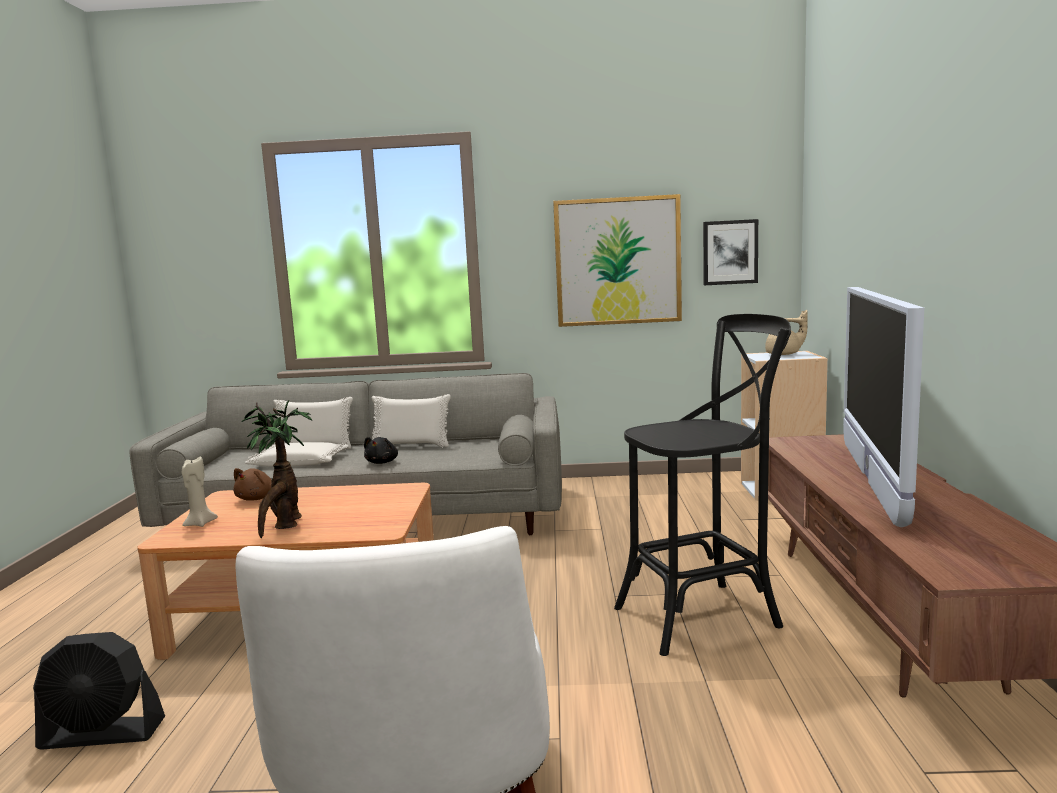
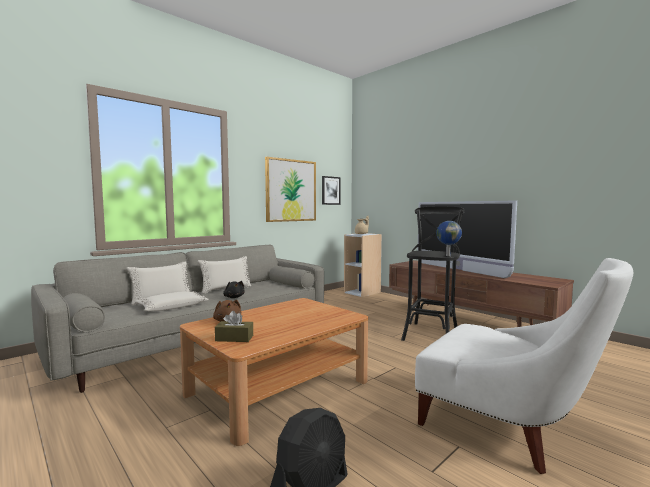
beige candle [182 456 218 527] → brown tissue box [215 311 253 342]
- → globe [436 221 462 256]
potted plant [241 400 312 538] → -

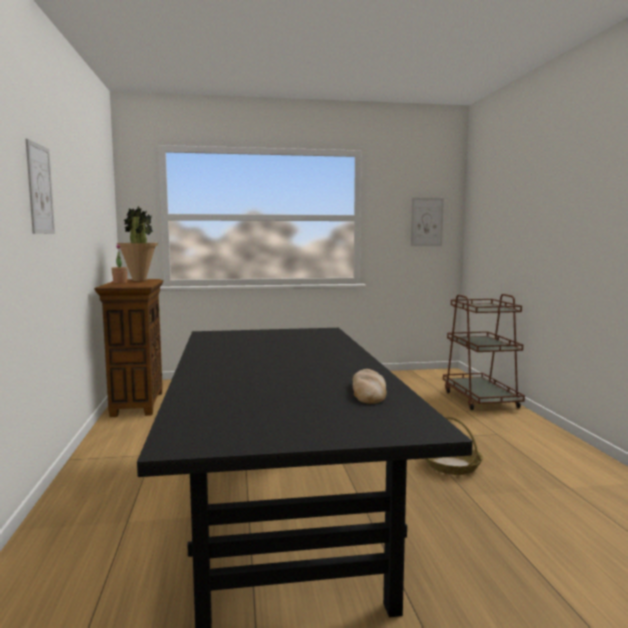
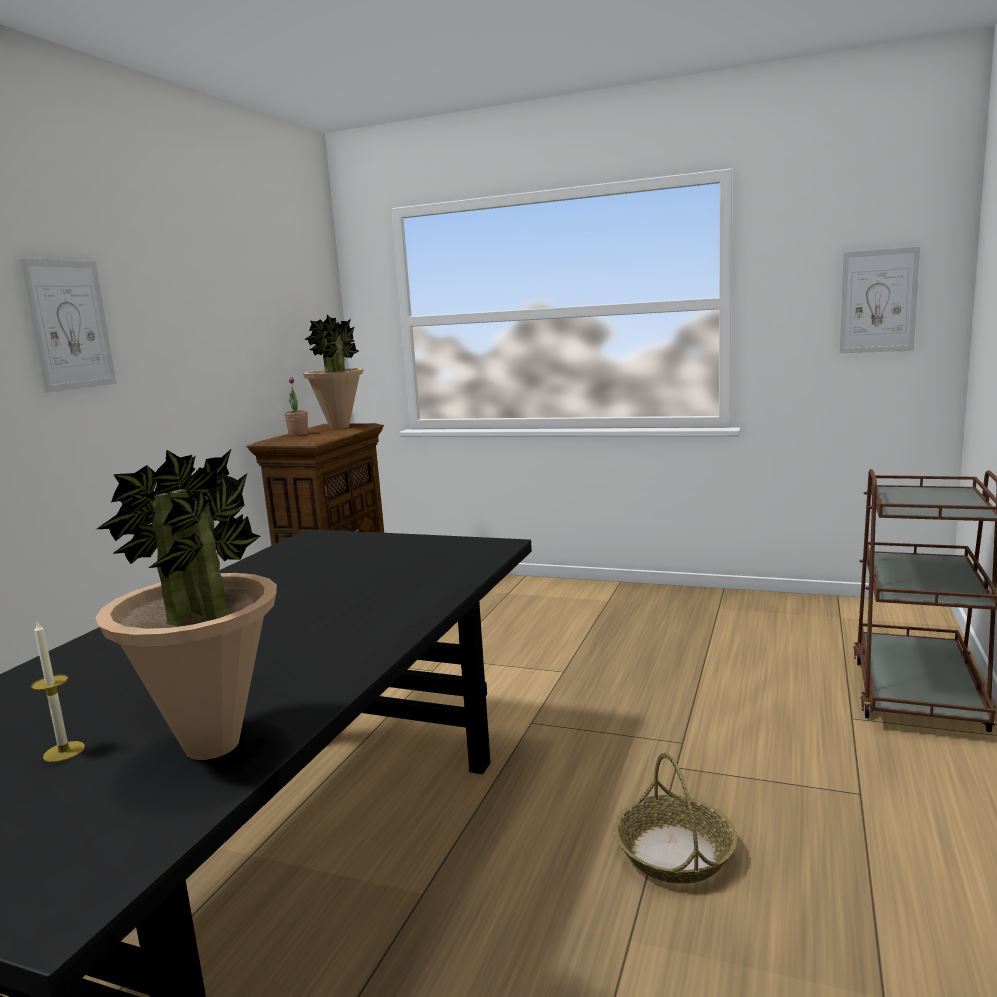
- → candle [31 621 85 762]
bread [353 369 387 404] → potted plant [95 448 277 760]

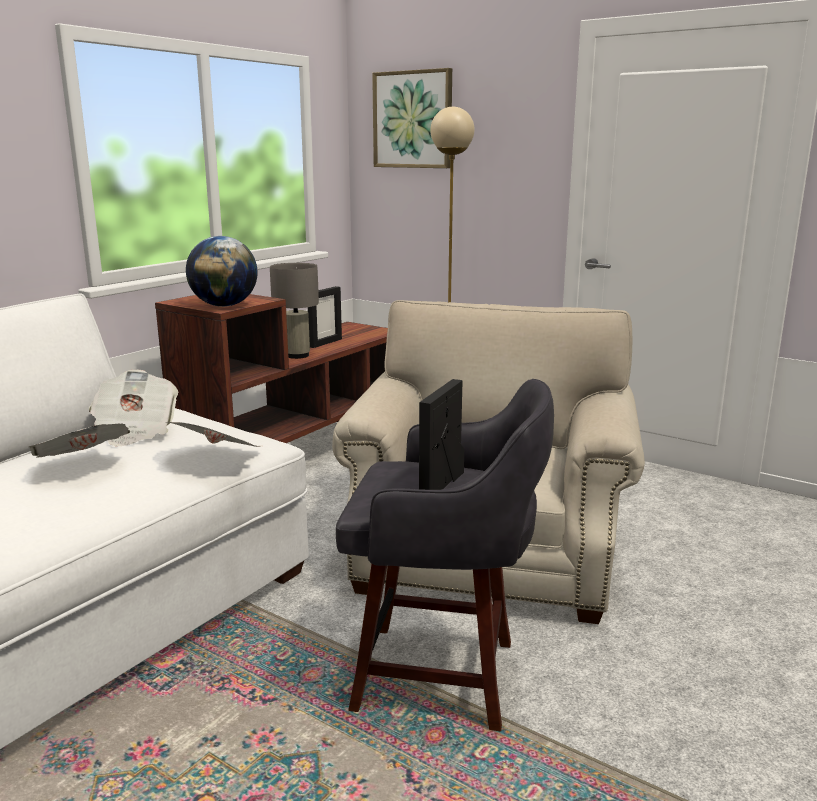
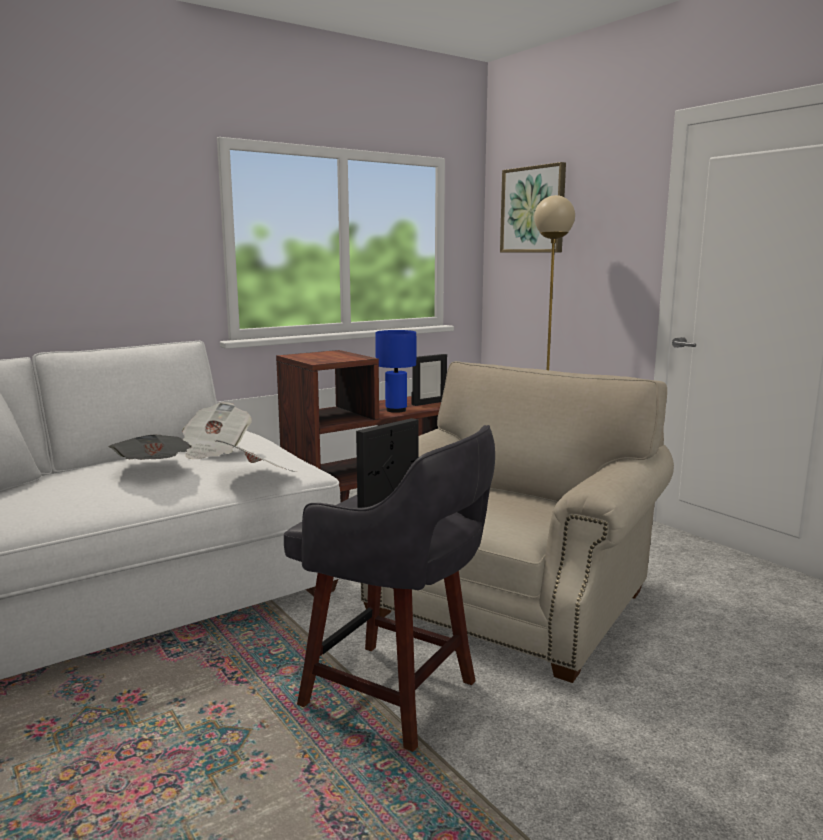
grey table lamp [270 263 319 359] → blue table lamp [375 330 416 413]
globe [186 236 258 307] → -

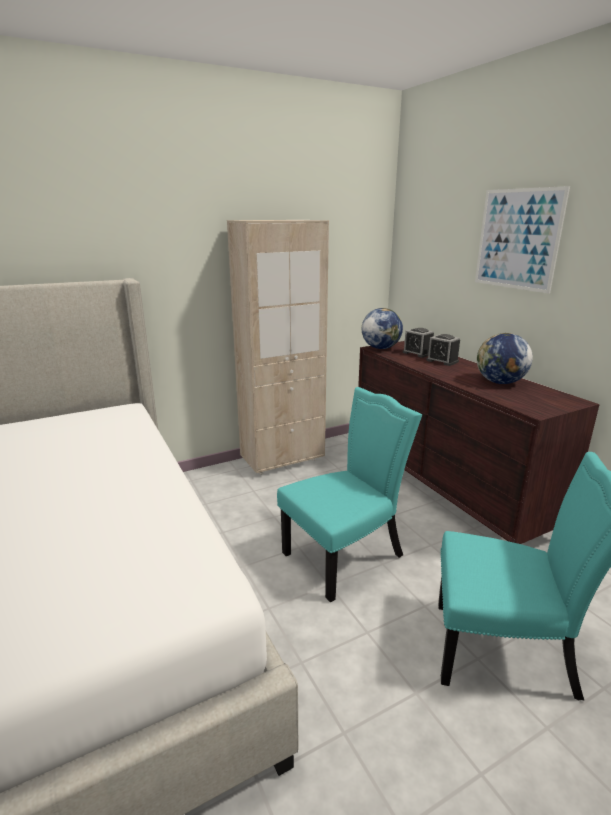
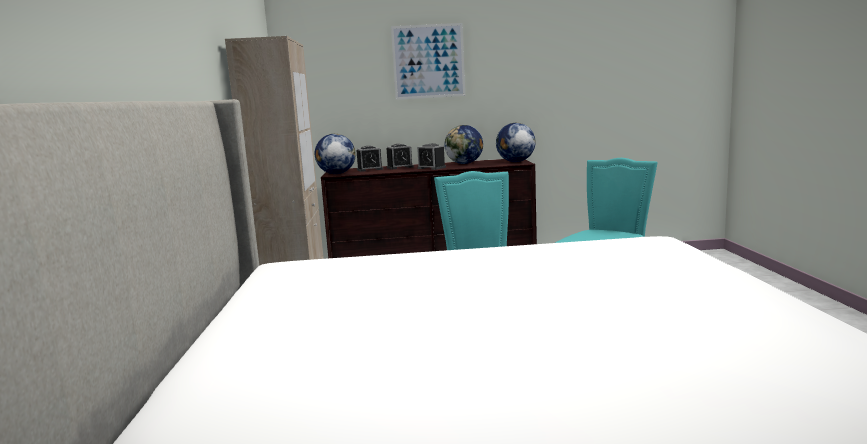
- → alarm clock [417 143 446 170]
- → globe [496 123 536 162]

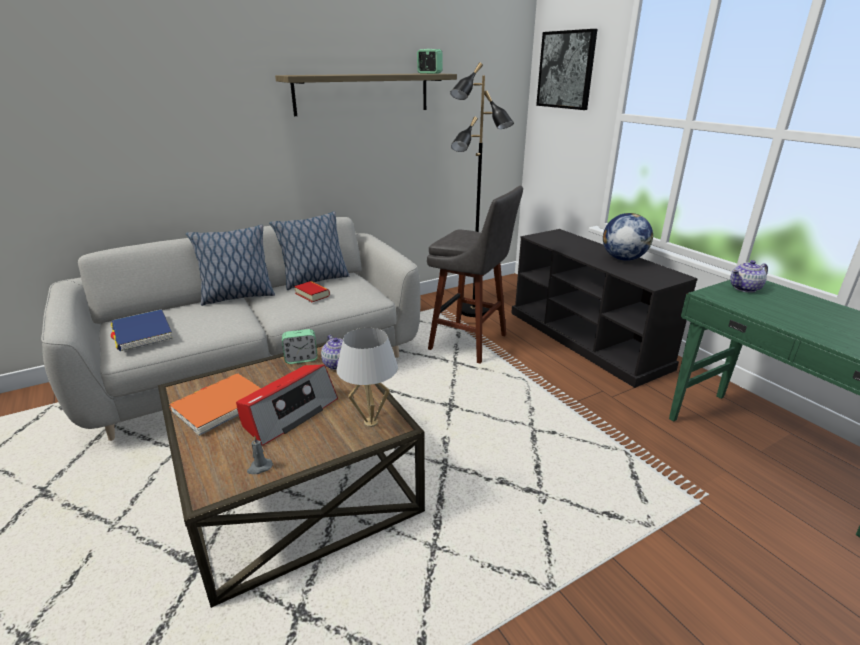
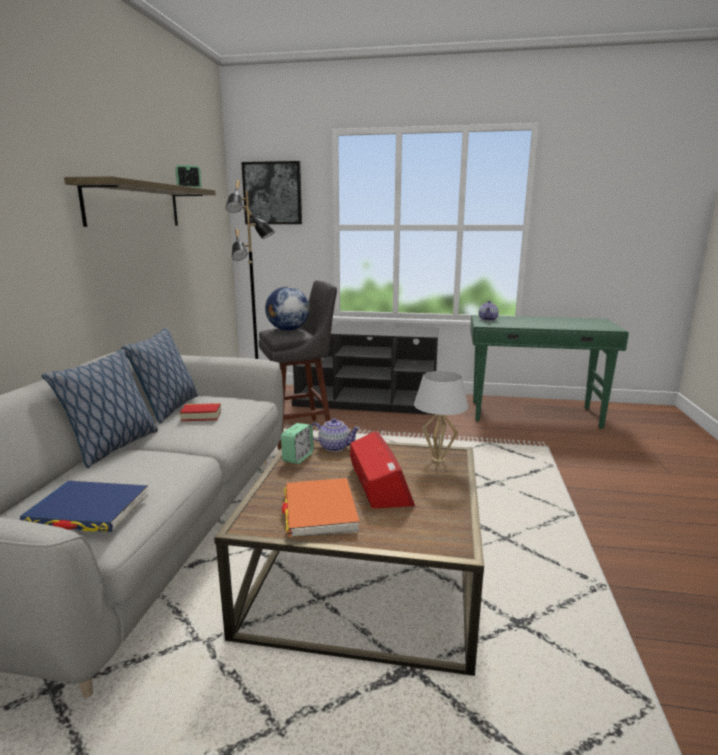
globe [603 213 653 261] → globe [265 287 309 331], moved
grey candle [247 435 273 474] → -

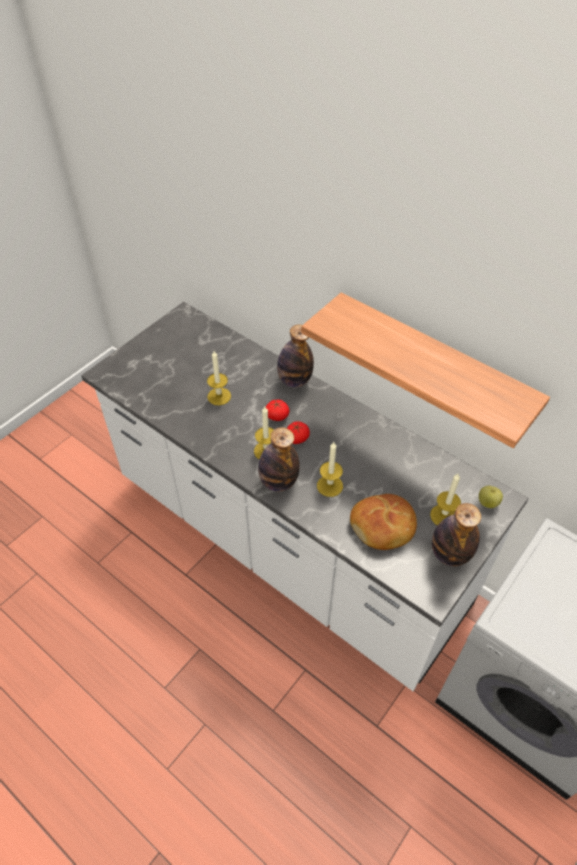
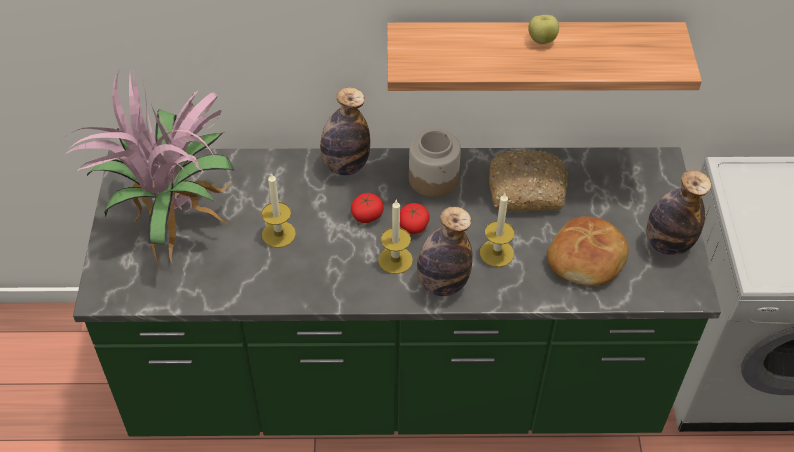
- → potted plant [60 69 235 272]
white counter [81 302 528 691] → green counter [73 147 721 437]
- → jar [409 129 461 198]
- → bread [489 149 568 212]
apple [479 486 503 508] → apple [528 15 559 44], moved
candle [430 474 461 525] → -

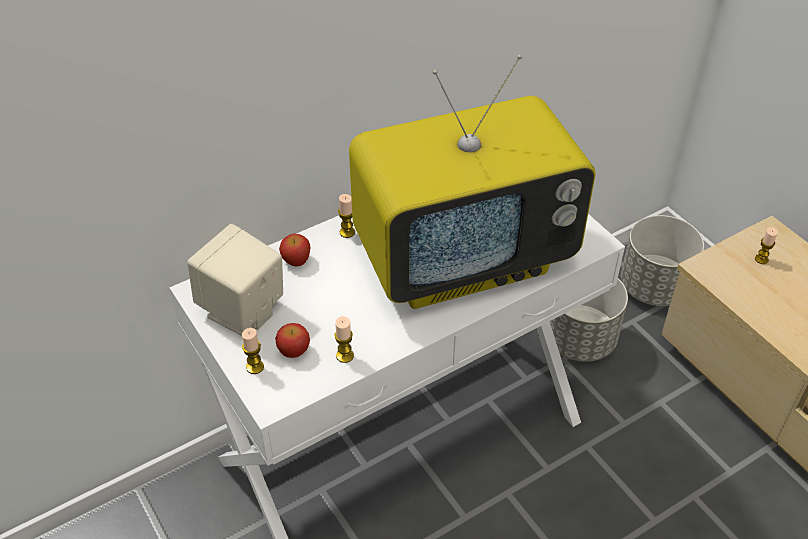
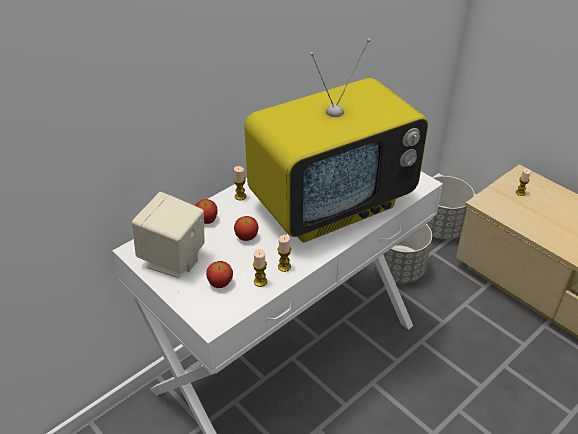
- → apple [234 216 258 241]
candle [242 328 264 374] → candle [278 235 291 272], moved

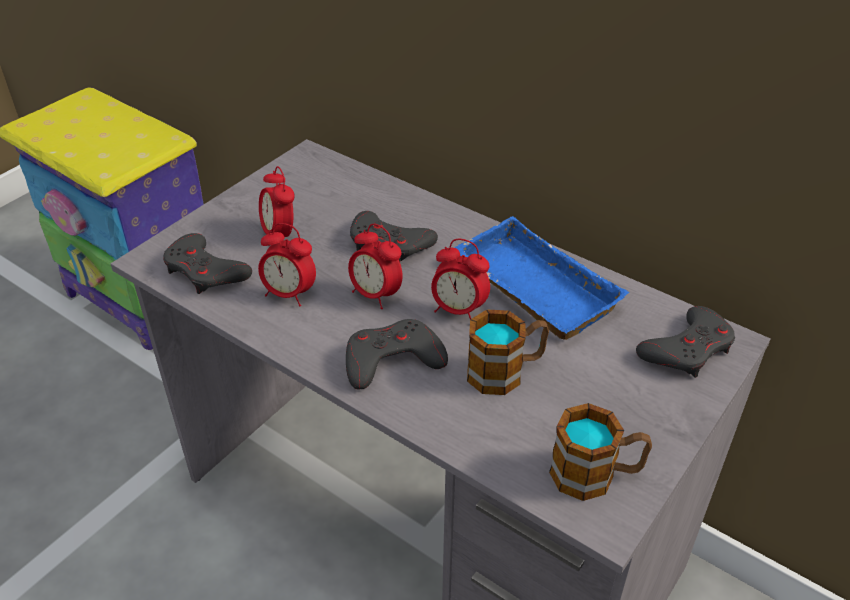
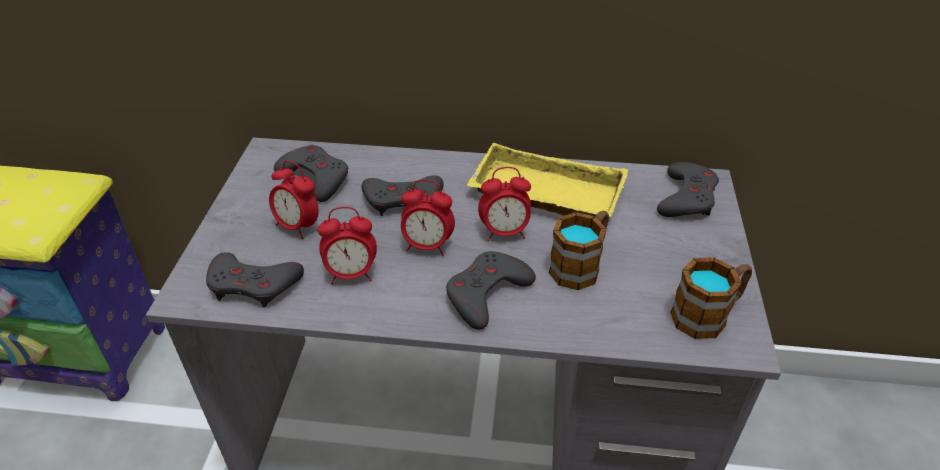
- → grey game controller [274 145 348 202]
blue tray [454 216 629 340] → yellow tray [467 143 628 217]

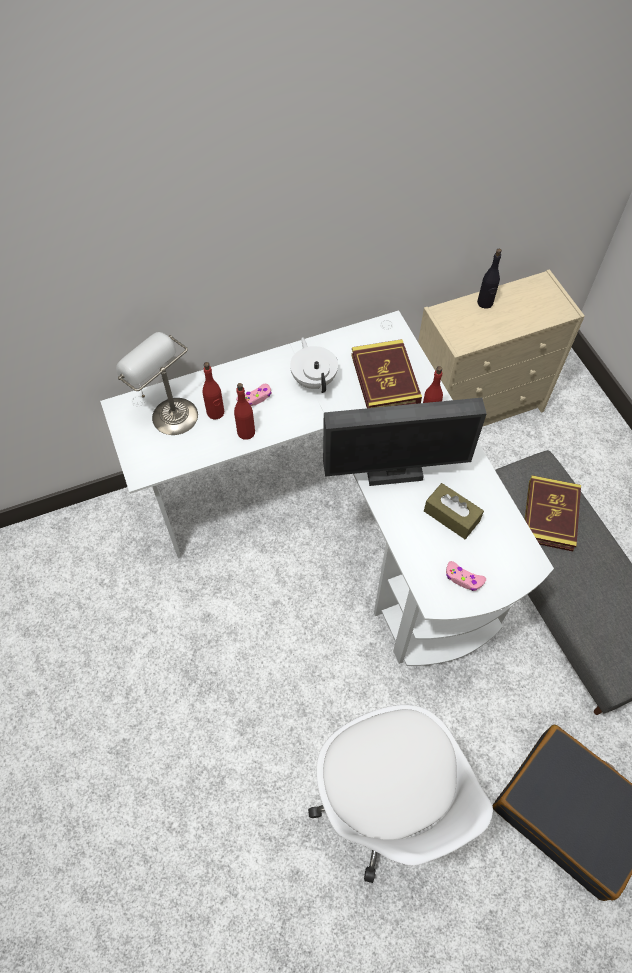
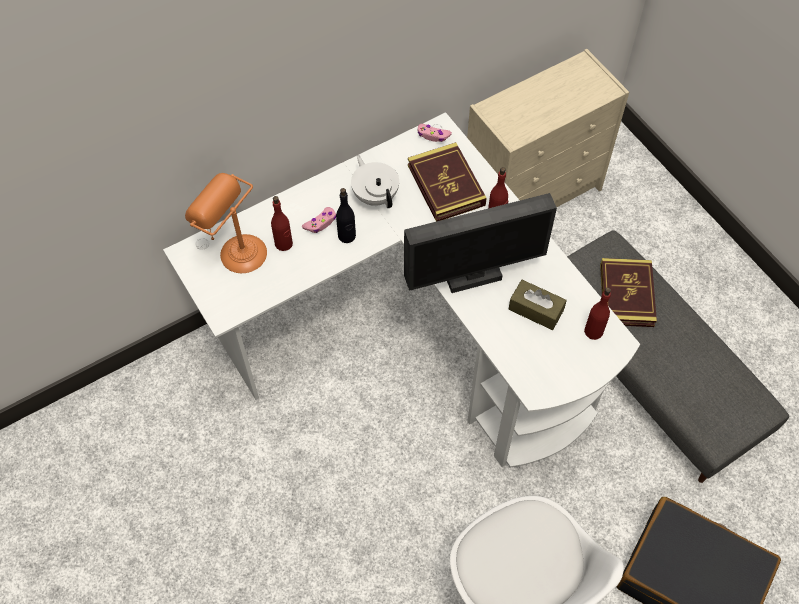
white table lamp [116 332 198 435] → orange table lamp [185 173 267 273]
black bottle [477 249 502 308] → black bottle [336 188 356 243], moved
pink game controller [446 561 486 591] → pink game controller [418 124 452 142], moved
red bottle [234 383 255 440] → red bottle [584 288 611 340], moved

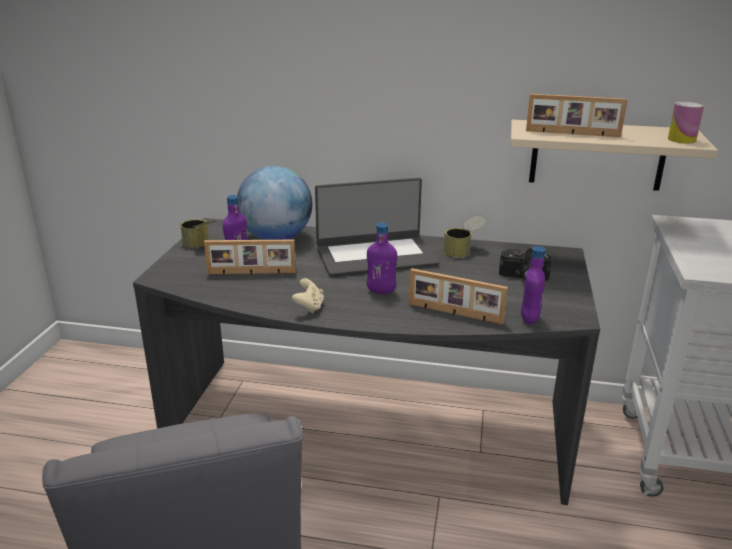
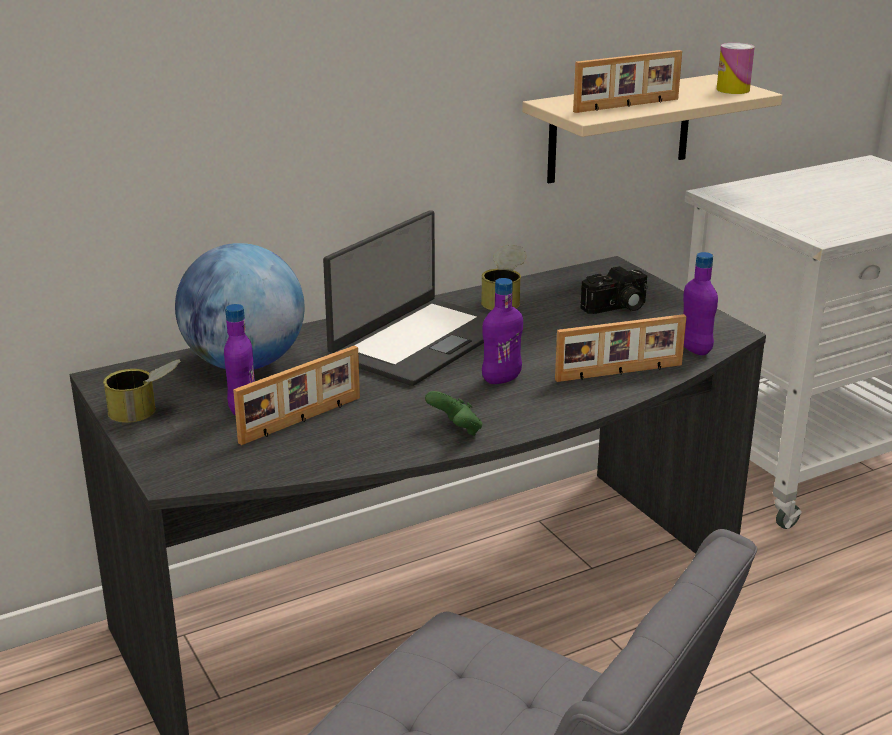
beige game controller [292 278 324 314] → green game controller [425 391 482 436]

